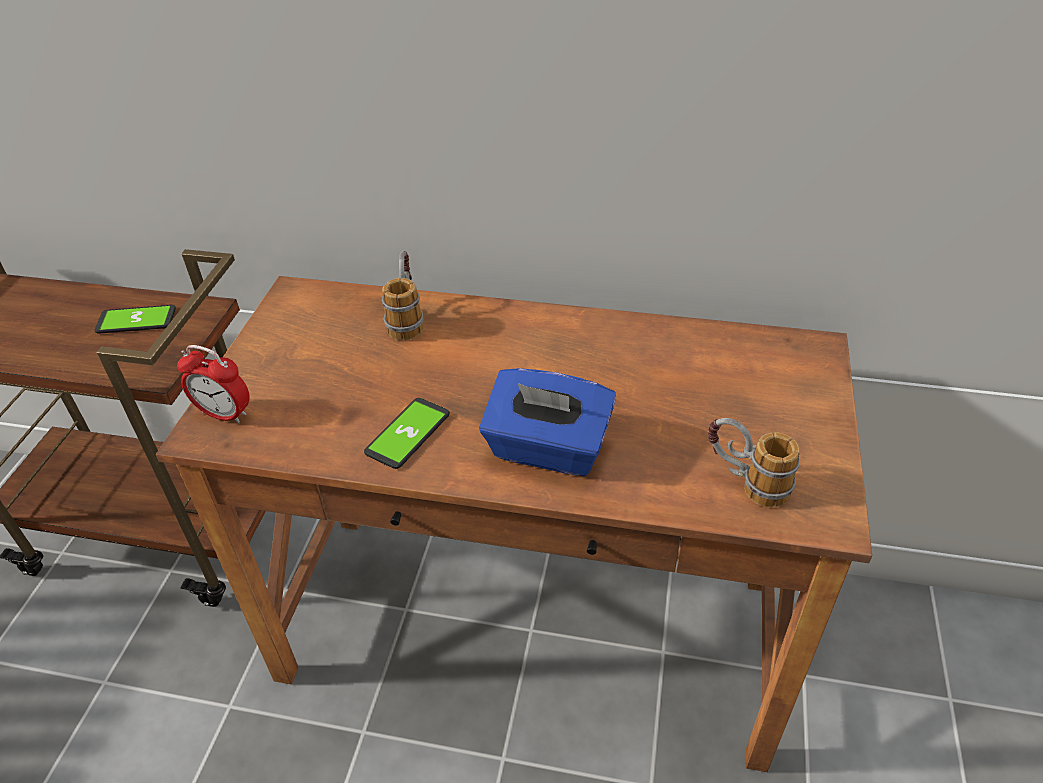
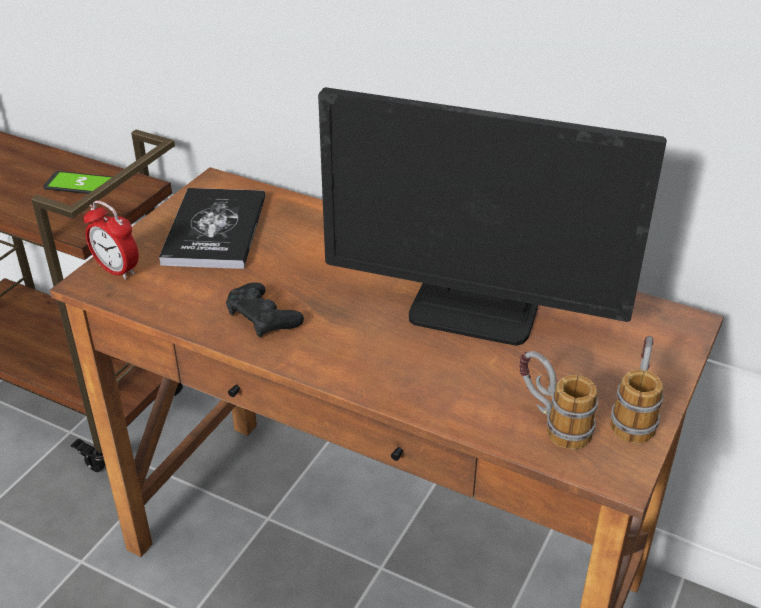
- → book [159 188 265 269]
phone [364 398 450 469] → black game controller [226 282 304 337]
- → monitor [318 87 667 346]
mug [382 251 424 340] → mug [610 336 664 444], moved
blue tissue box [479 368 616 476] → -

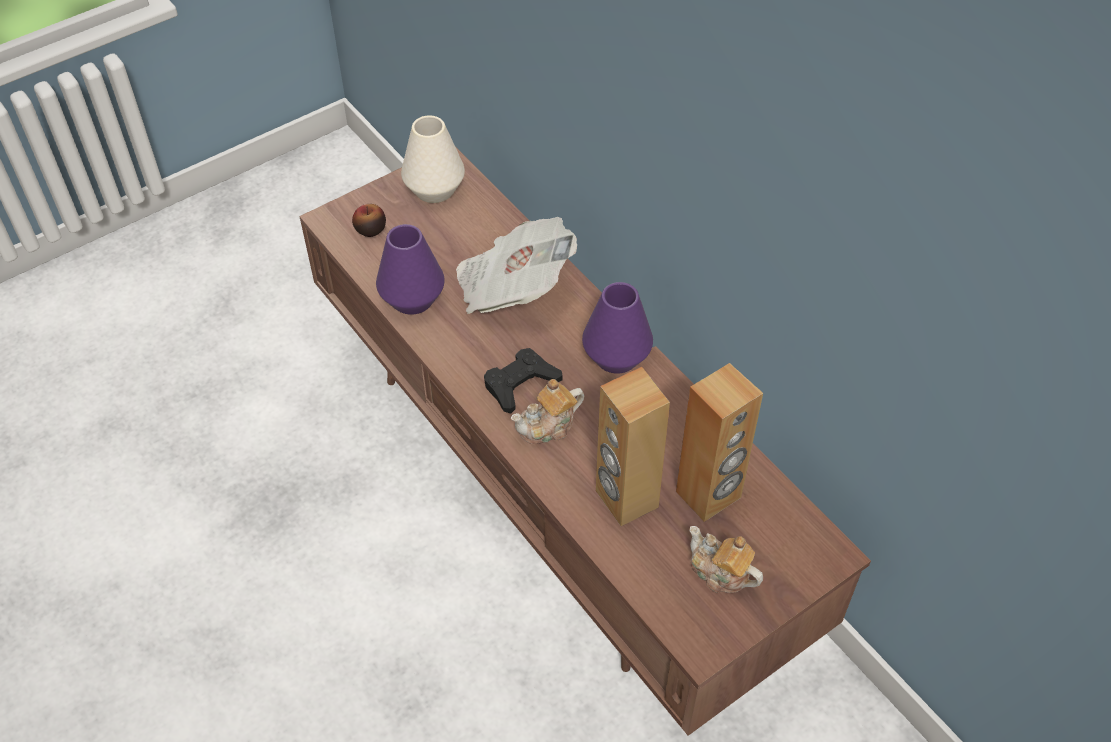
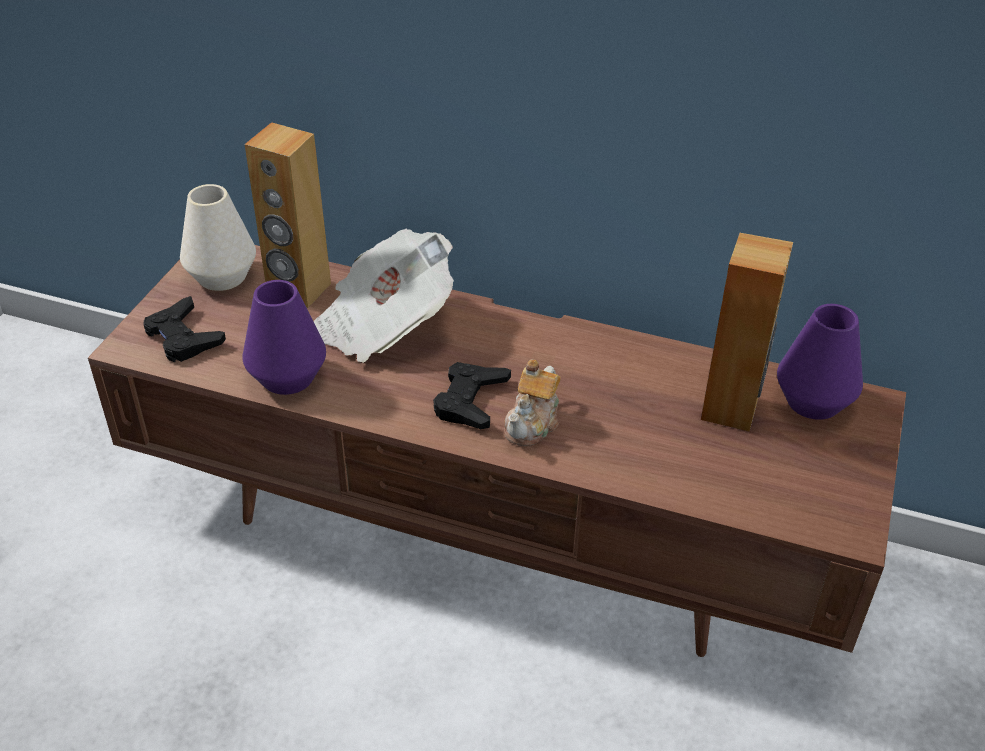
apple [352 204 386 237] → black game controller [144 296 226 362]
brown speaker [596 367 670 526] → brown speaker [245 122 331 308], moved
purple vase [582 282 653 374] → purple vase [777 304 863 420], moved
teapot [689 526 763 593] → -

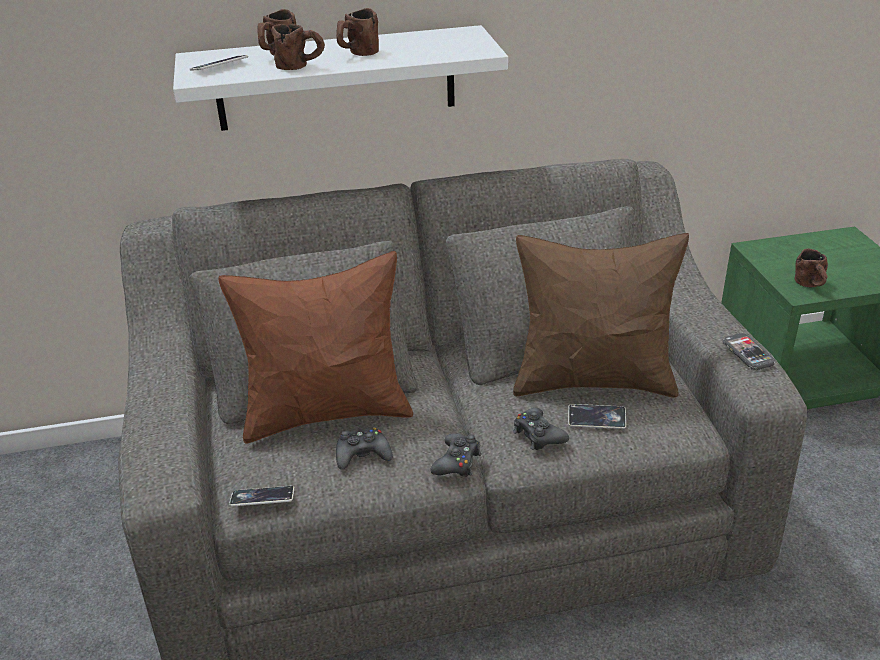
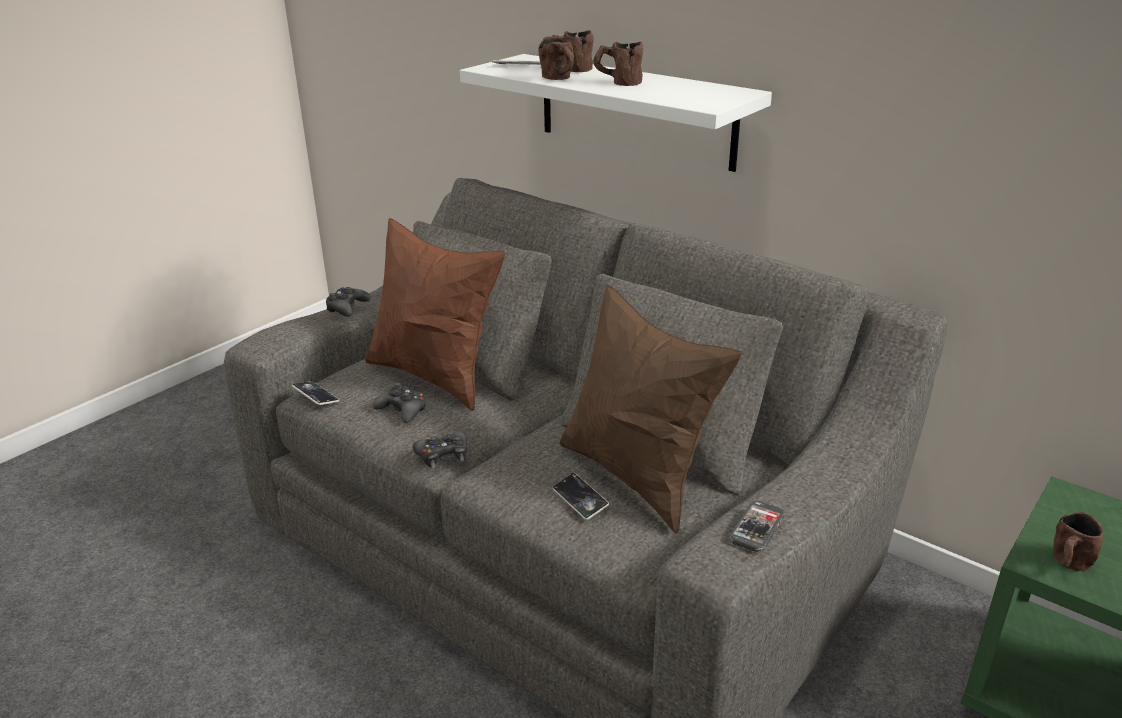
black game controller [513 408 569 450] → black game controller [326 287 371 317], moved

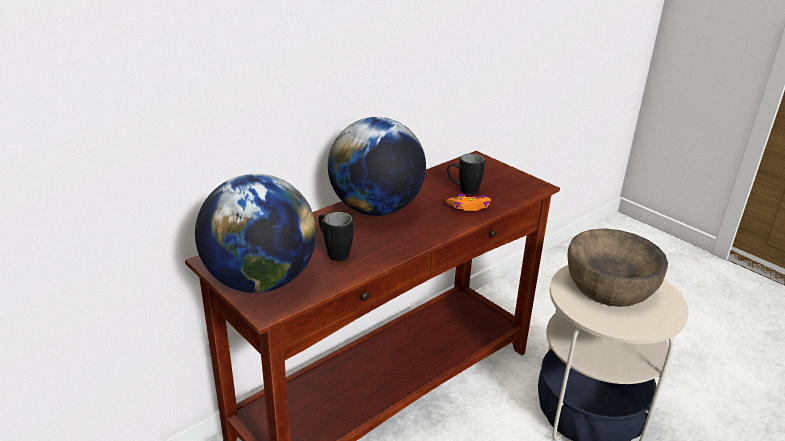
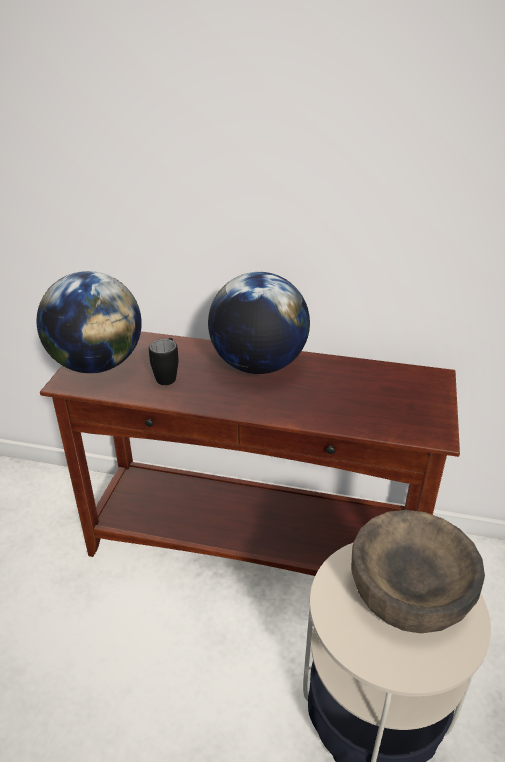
orange game controller [446 194 491 211] → -
black mug [447 153 485 195] → -

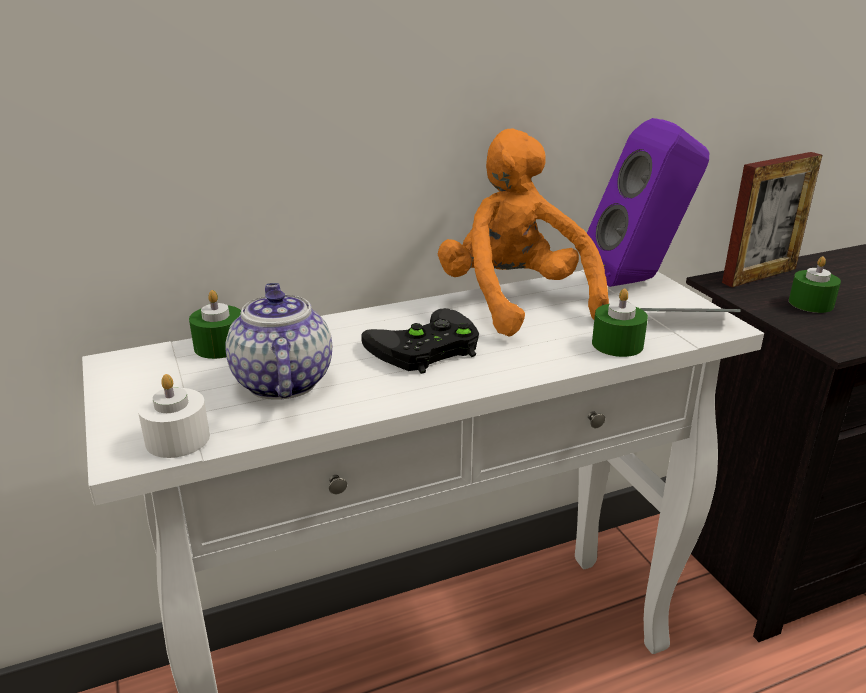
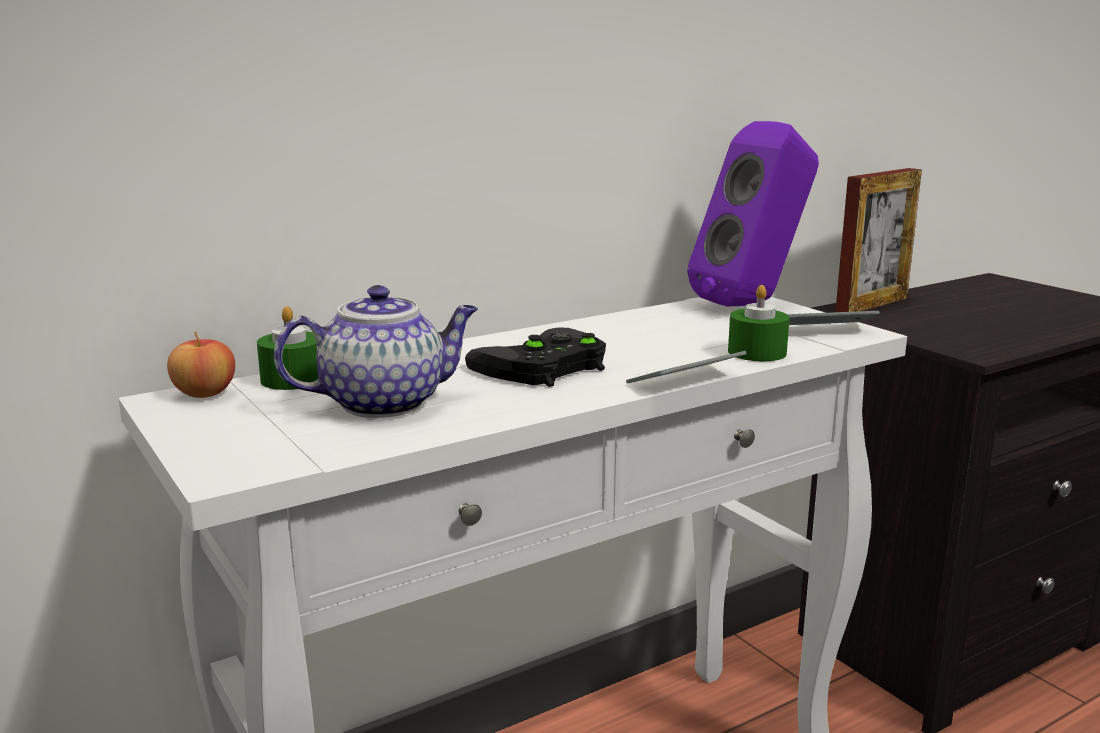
- → apple [167 332 235 398]
teapot [225 283 332 400] → teapot [274 285 478 418], 90 degrees clockwise
- → phone [626 351 747 384]
white candle [138 374 210 458] → -
orange plush toy [438 128 609 337] → -
green candle [789 256 841 313] → -

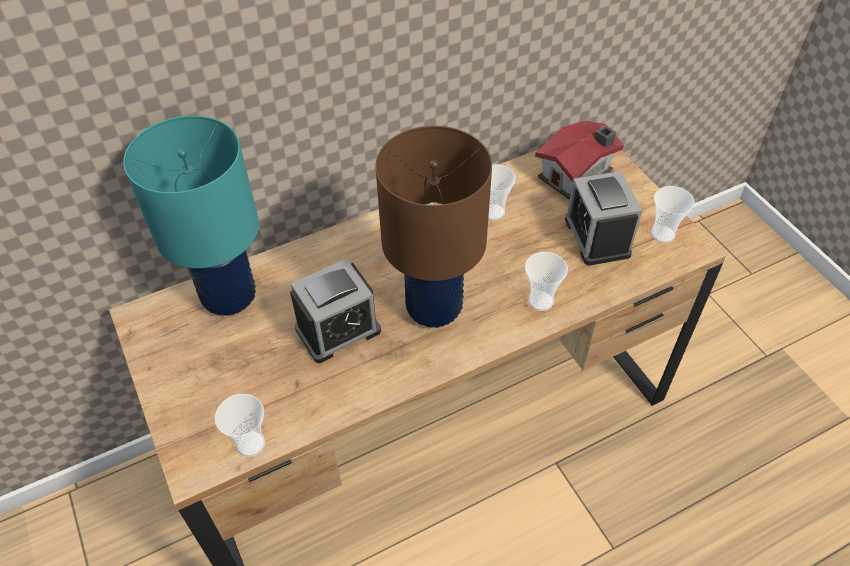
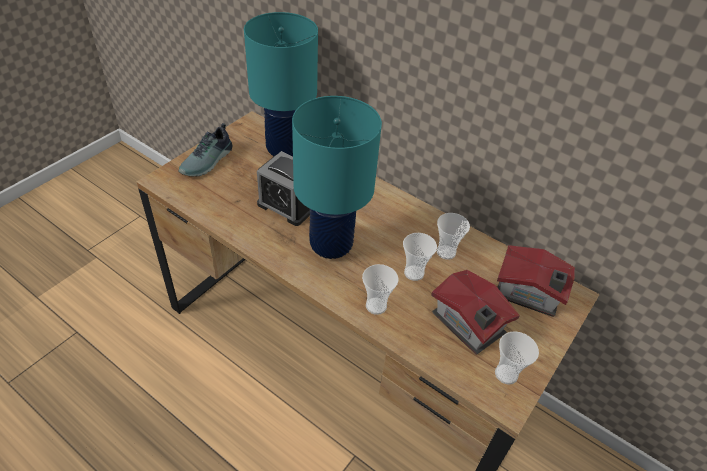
- → shoe [179 123 233 176]
brown table lamp [376 126 492 328] → turquoise table lamp [292 96 382 259]
cup [215 394 265 457] → cup [403 233 437 281], moved
alarm clock [565 171 642 266] → toy house [431 270 520 355]

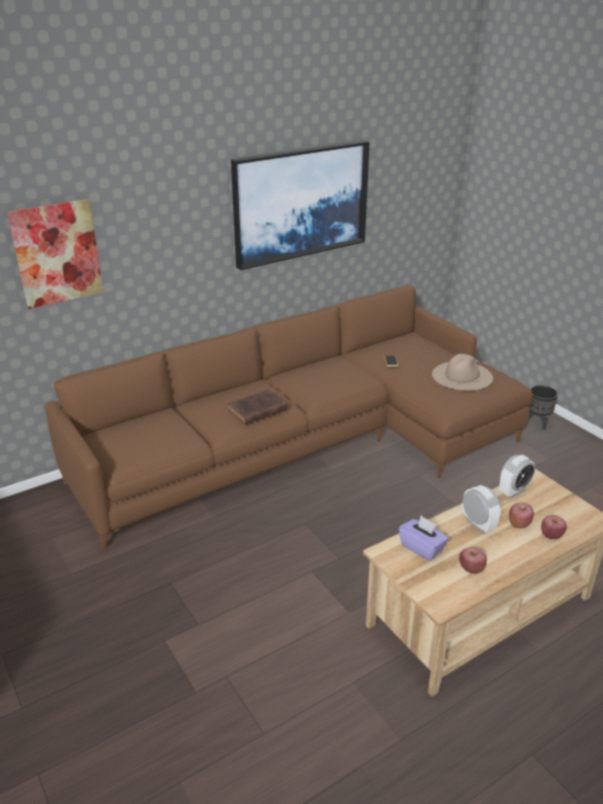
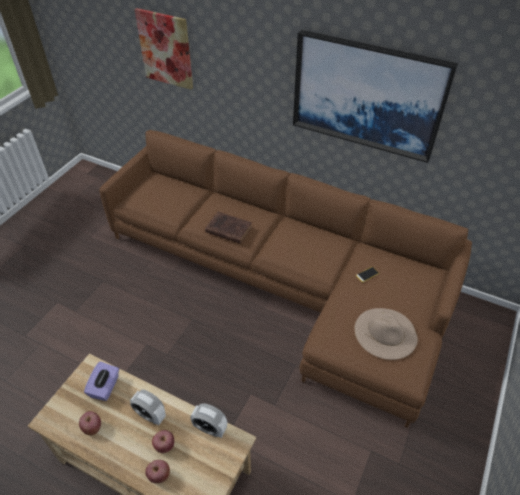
alarm clock [462 485 501 533] → alarm clock [130 390 166 425], 90 degrees clockwise
black planter [528 385 558 430] → -

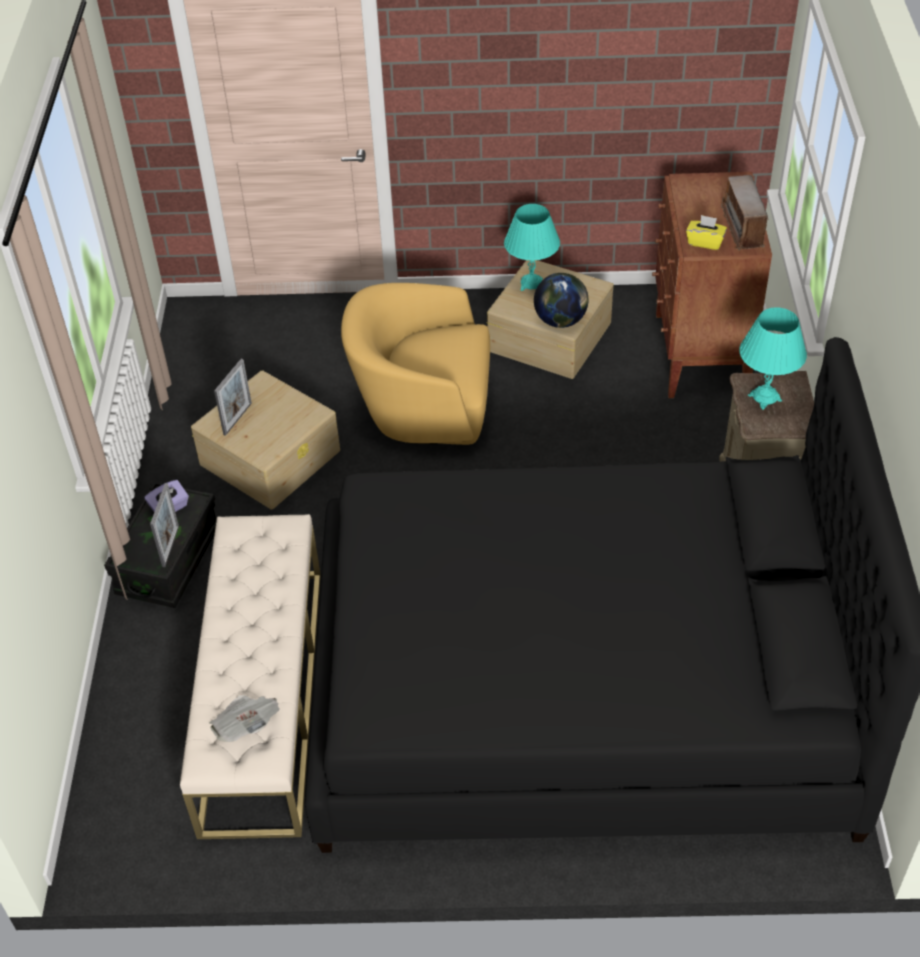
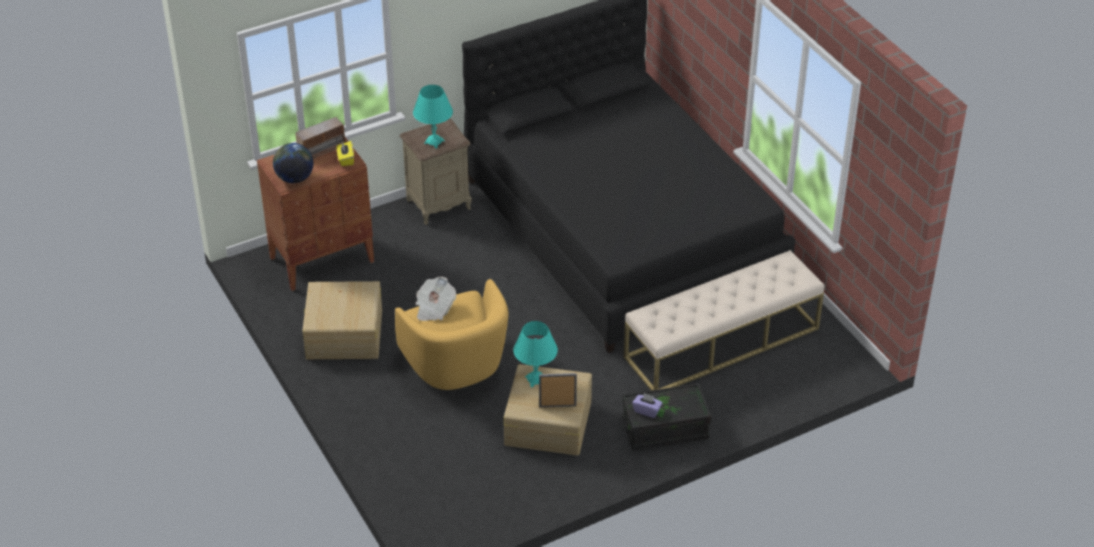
globe [534 273 589 328] → globe [273 143 313 183], moved
newspaper [209 694 280 742] → newspaper [415 276 456 321], moved
turquoise table lamp [504 204 560 291] → turquoise table lamp [513 321 558 388], moved
picture frame [150 483 179 567] → -

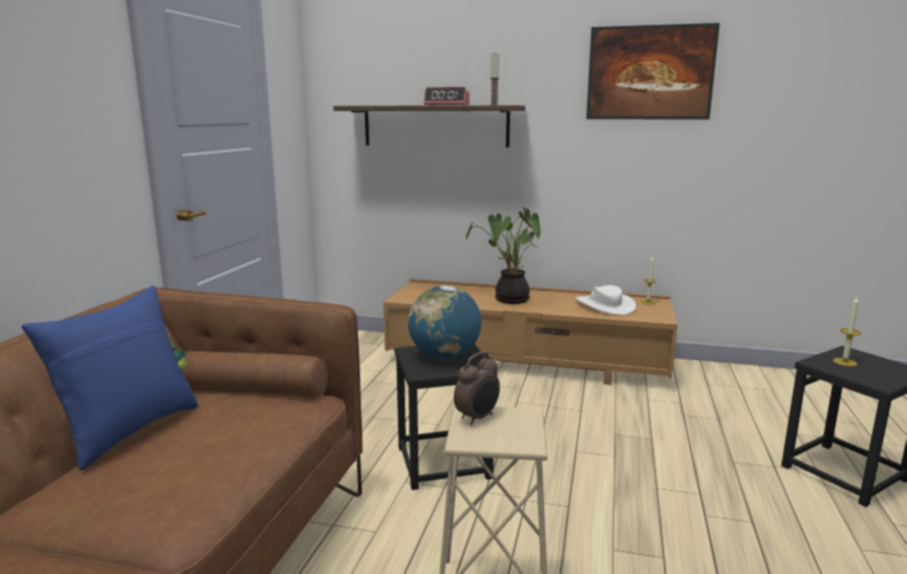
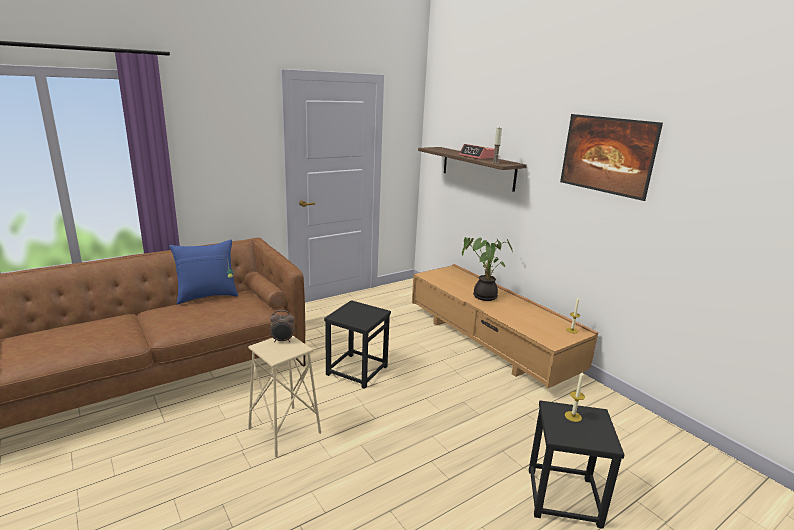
globe [408 286 481 359] → -
white hat [575 285 636 315] → -

